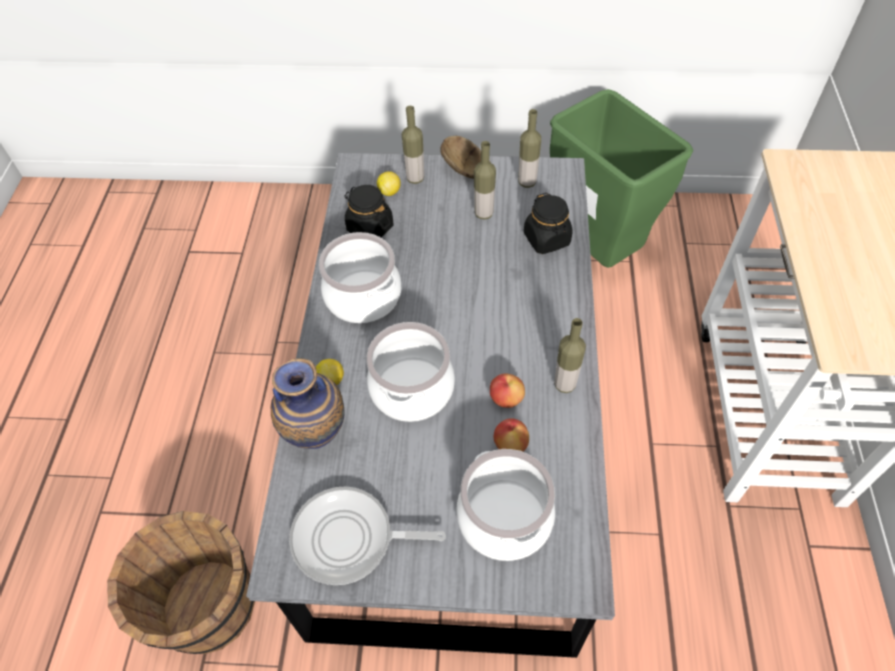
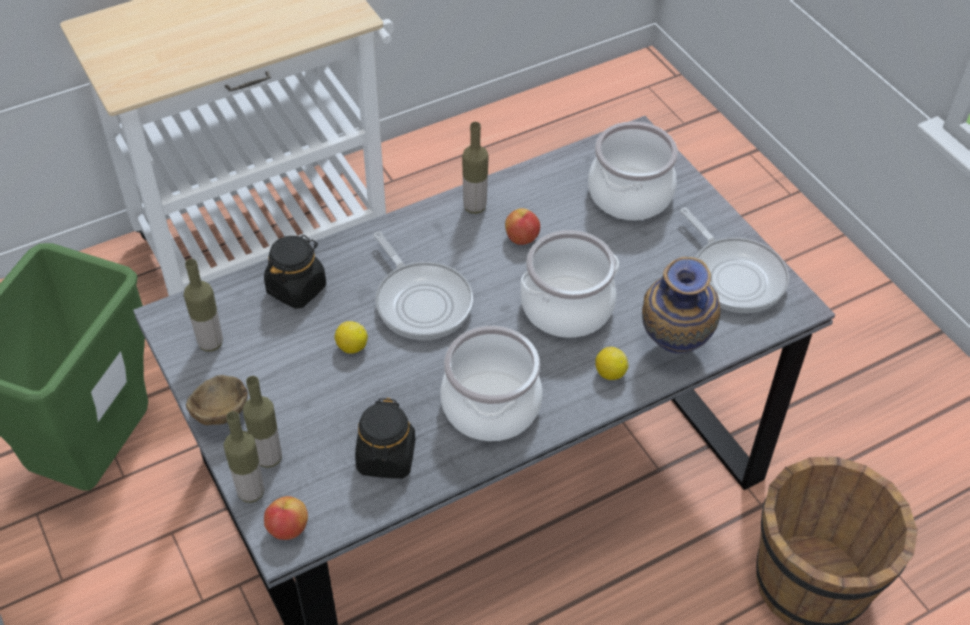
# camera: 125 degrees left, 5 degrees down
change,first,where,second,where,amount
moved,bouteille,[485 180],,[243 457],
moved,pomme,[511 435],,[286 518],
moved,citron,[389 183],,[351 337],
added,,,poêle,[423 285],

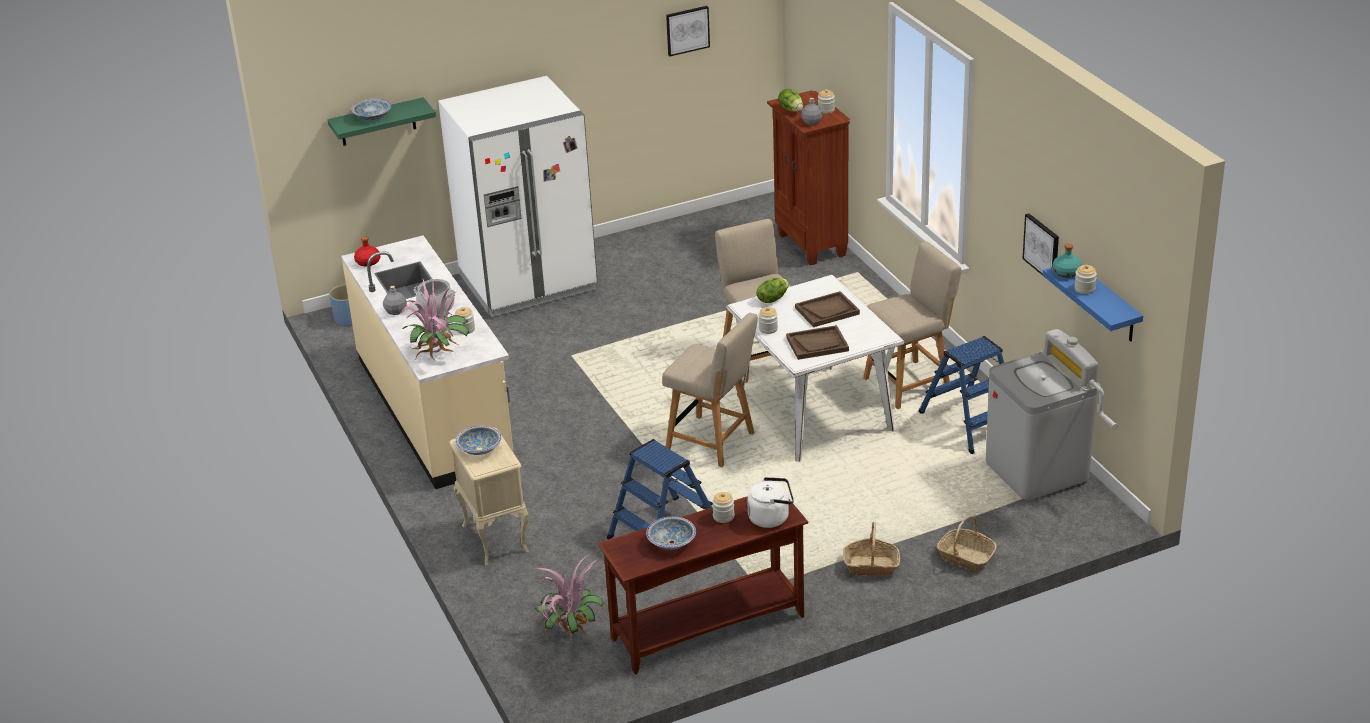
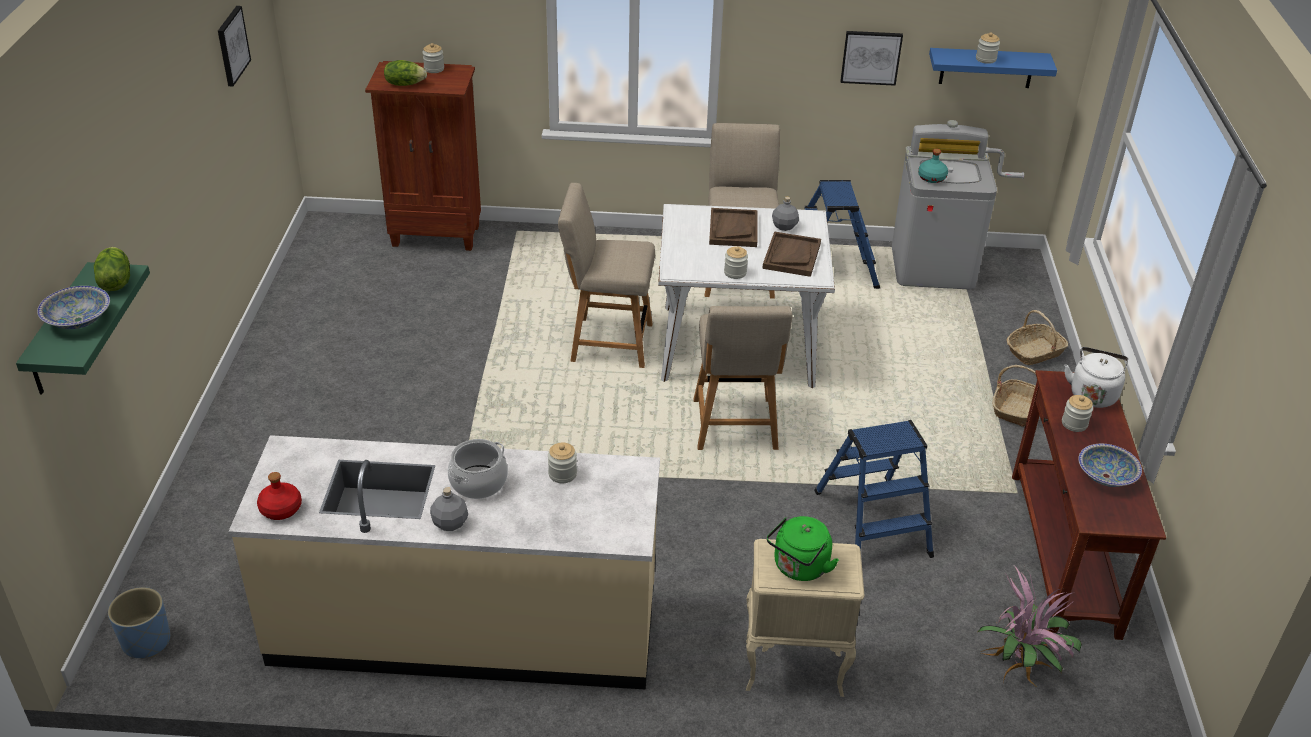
# camera: 65 degrees left, 5 degrees up
change,first,where,second,where,amount
moved,laitue,[773 290],,[112 269],
turned,chaise/beige,[710 390],,[743 378],120 degrees clockwise
replaced,bol,[478 440],bouilloire/vert,[803 548],
moved,bouteille/gris,[812 111],,[785 214],
moved,bouteille/turquoise,[1067 261],,[933 166],
removed,plante en pot,[434 319],,,
removed,réfrigérateur/blanc,[517 196],,,

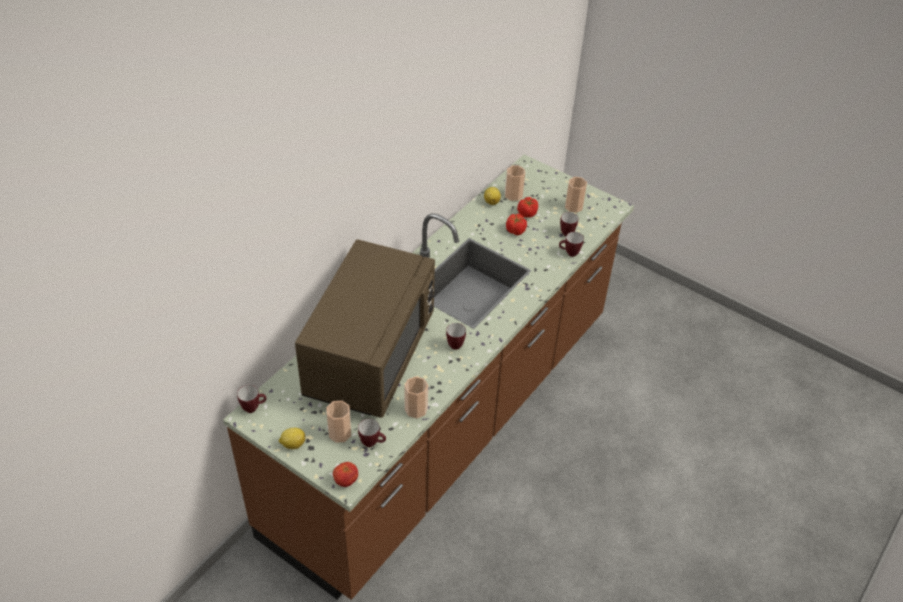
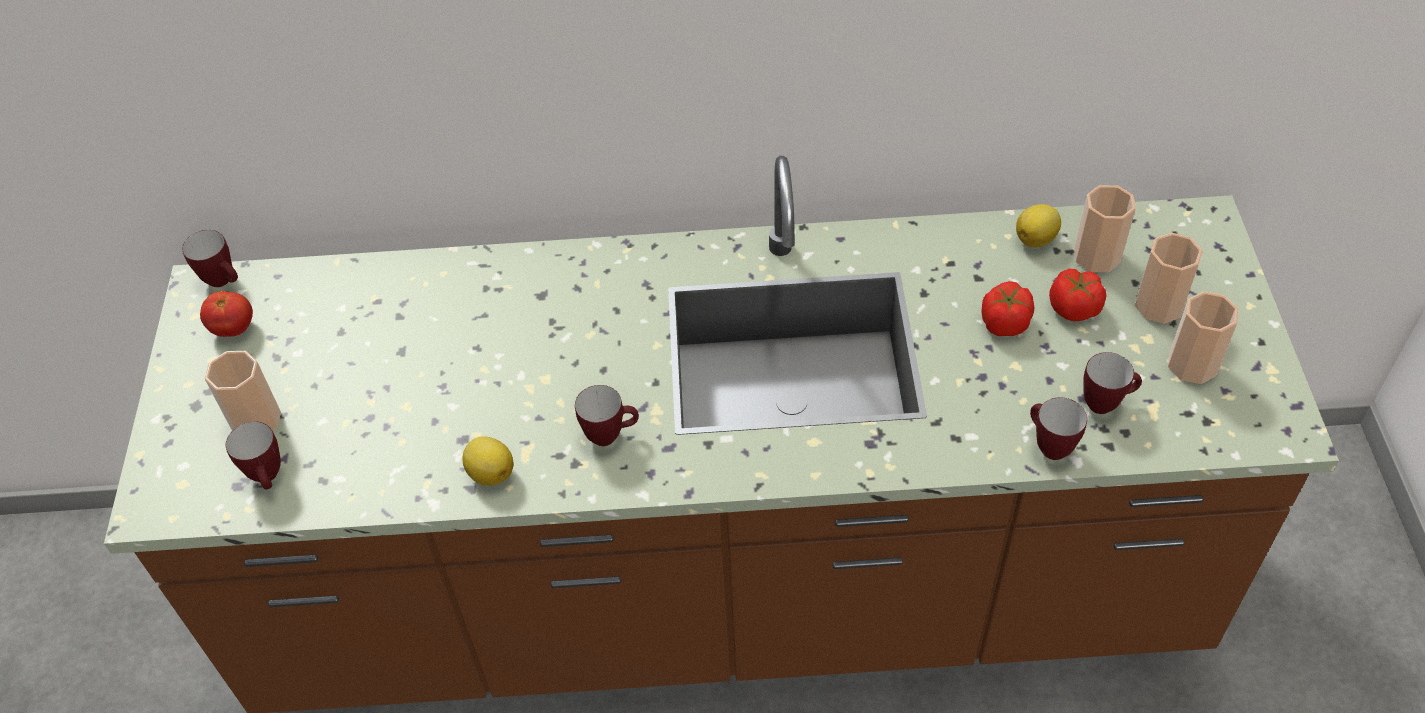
# camera: 55 degrees right, 5 degrees up
change,first,where,second,where,amount
moved,tomate,[345 474],,[226 314],
moved,citron,[292 438],,[487 461],
moved,tasse,[416 397],,[1169 278],
removed,micro-ondes/marron,[365 328],,,

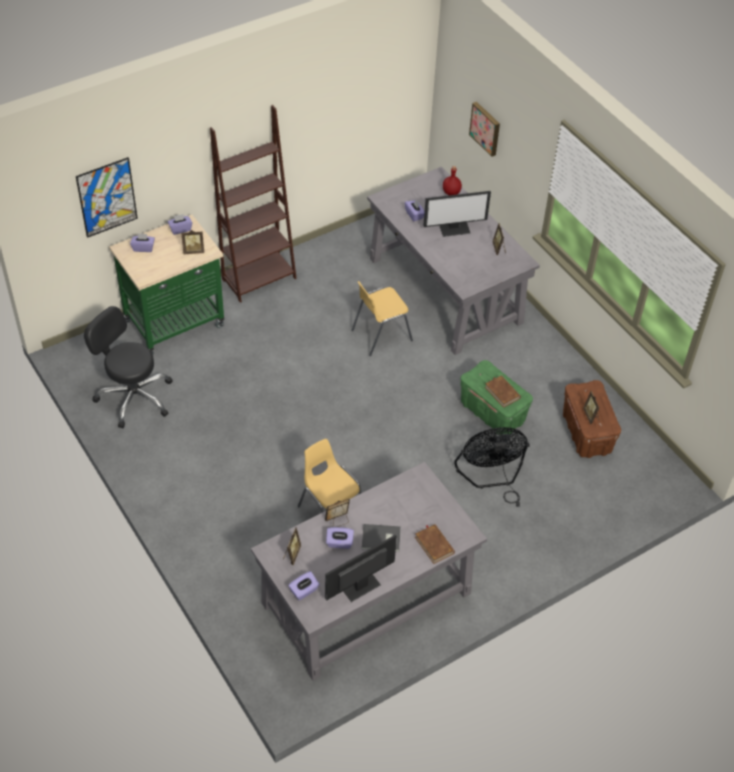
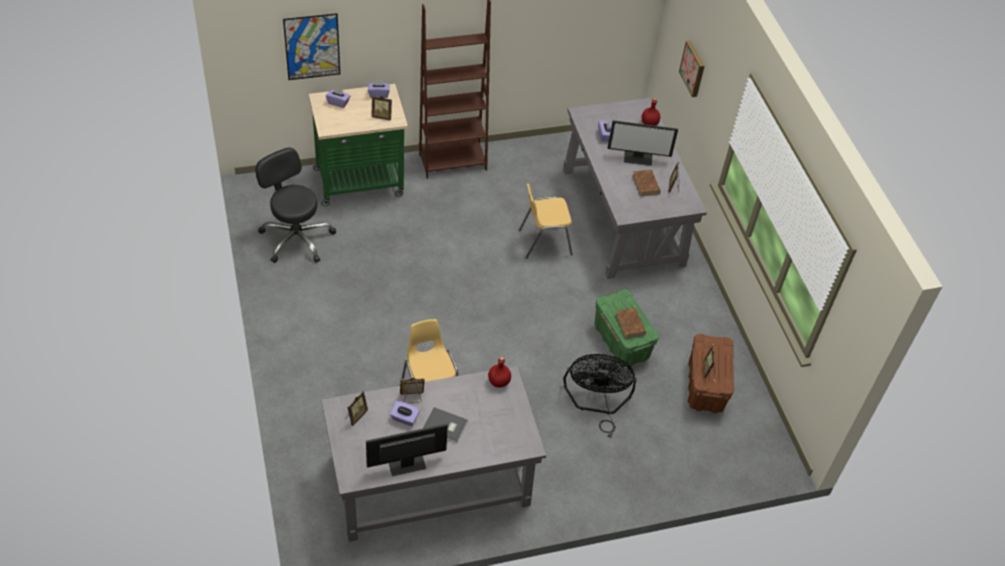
# camera: 15 degrees right, 0 degrees up
change,first,where,second,where,amount
added,,,bouteille/rouge,[499 372],
moved,livre/marron,[435 544],,[646 182],
removed,boîte à mouchoirs/violet,[304 585],,,

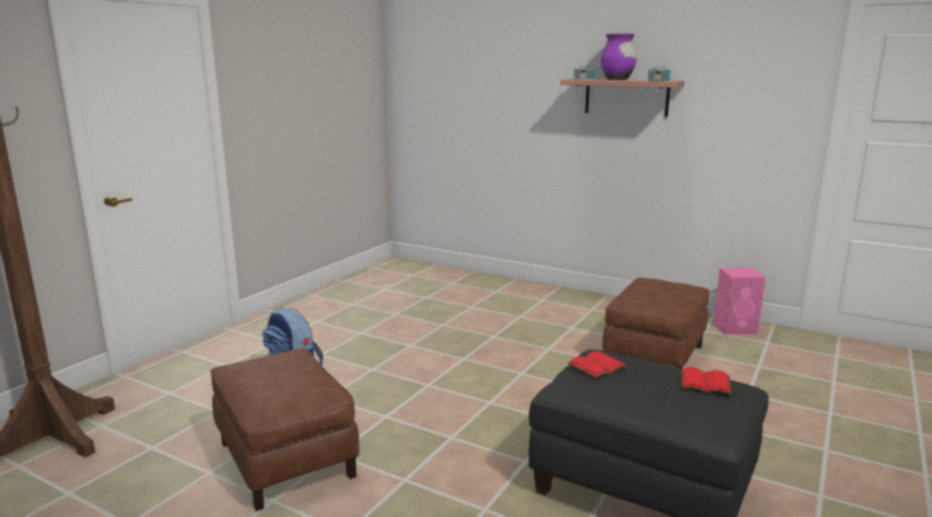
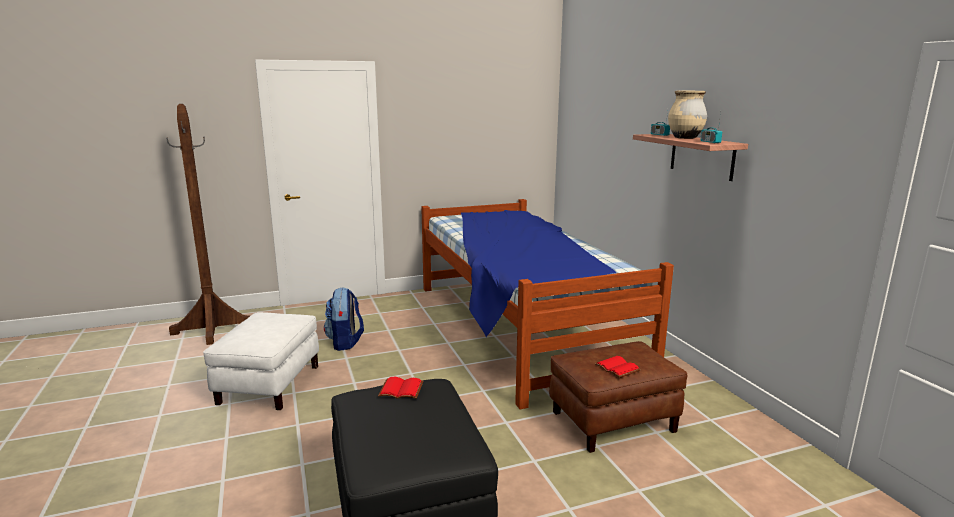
# camera: 40 degrees right, 0 degrees up
change,first,where,second,where,amount
recoloured,pouf/marron,[285 429],pouf/blanc,[261 361],
added,,,lit,[547 304],
moved,livre/rouge,[706 381],,[618 367],
recoloured,vase/violet,[619 56],vase/beige,[687 115],
removed,enceinte/rose,[739 301],,,

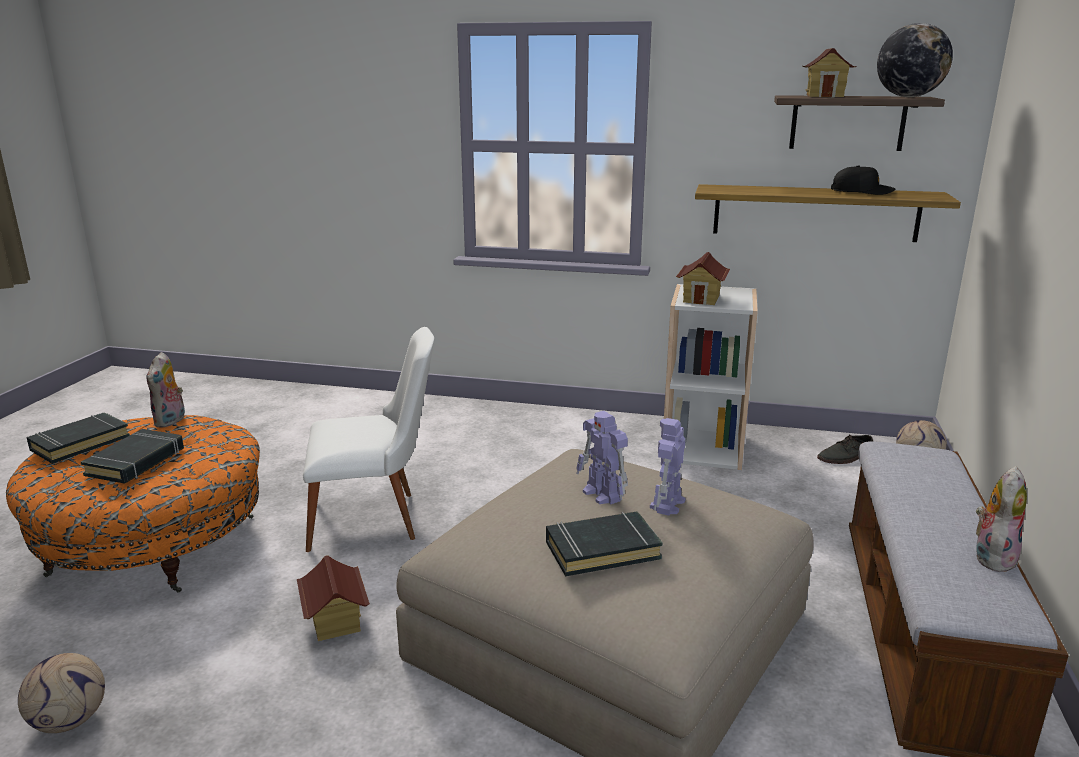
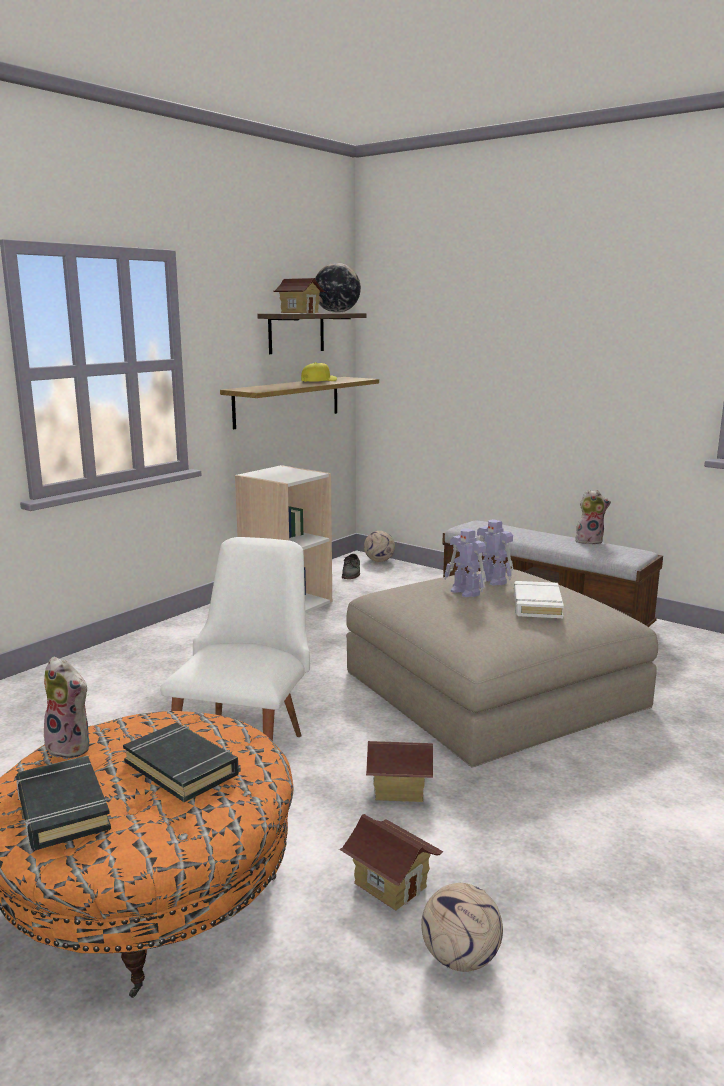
# camera: 65 degrees left, 5 degrees down
change,first,where,second,where,amount
recoloured,casquette/noir,[863 180],casquette/jaune,[319 372],
moved,maison miniature,[703 278],,[391 862],
turned,robot jouet,[602 457],,[465 562],60 degrees clockwise
recoloured,livre/noir,[604 543],livre/blanc,[538 599],
turned,peluche,[1001 519],,[593 517],120 degrees clockwise

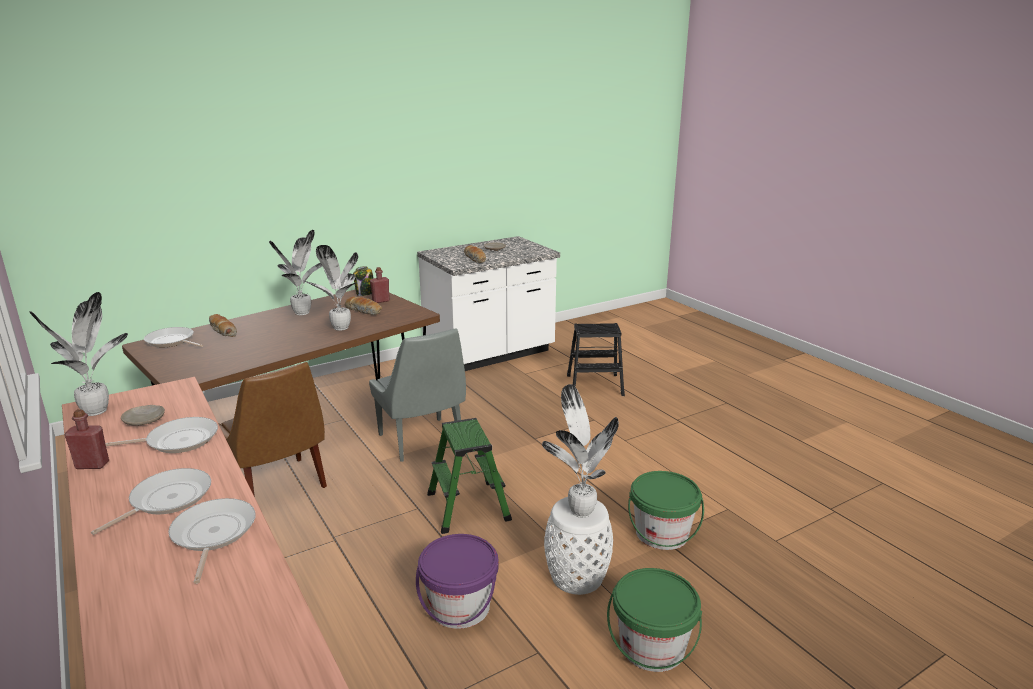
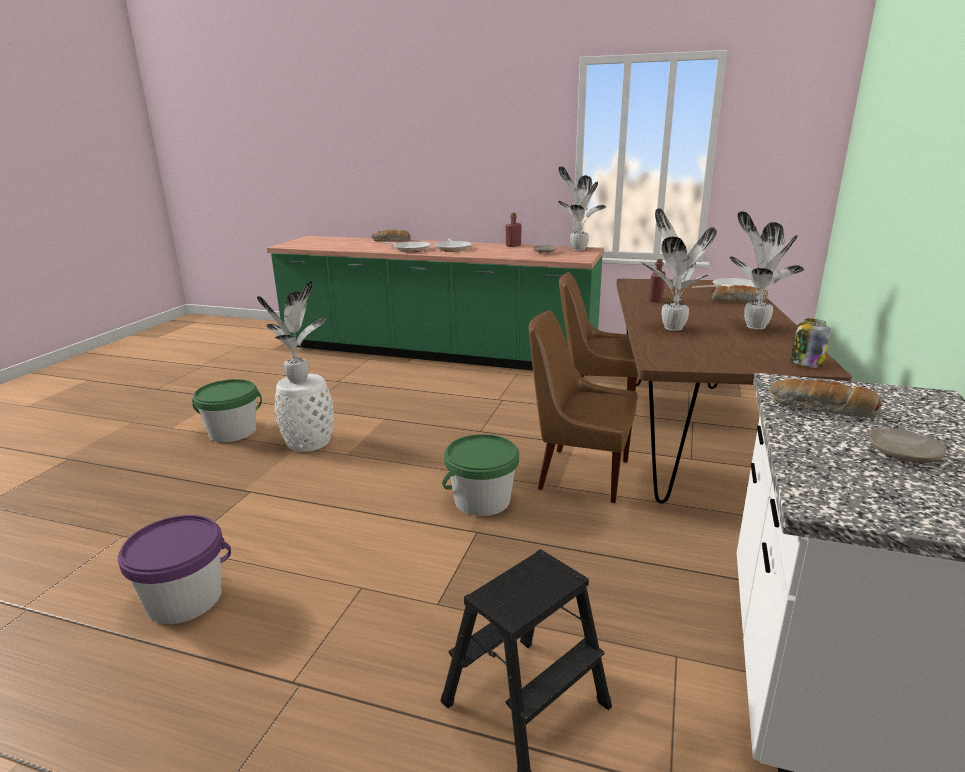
# camera: 140 degrees right, 0 degrees up
change,first,where,second,where,amount
moved,seau/violet,[457 581],,[174 569],
moved,pain,[363 305],,[391 236],
moved,seau/vert,[666 510],,[480 475],
recoloured,chaise/gris,[417 395],chaise/marron,[583 406],
moved,bouteille/rouge,[380 285],,[657 280],
removed,poêle,[162 435],,,
removed,escabeau/vert,[469 476],,,

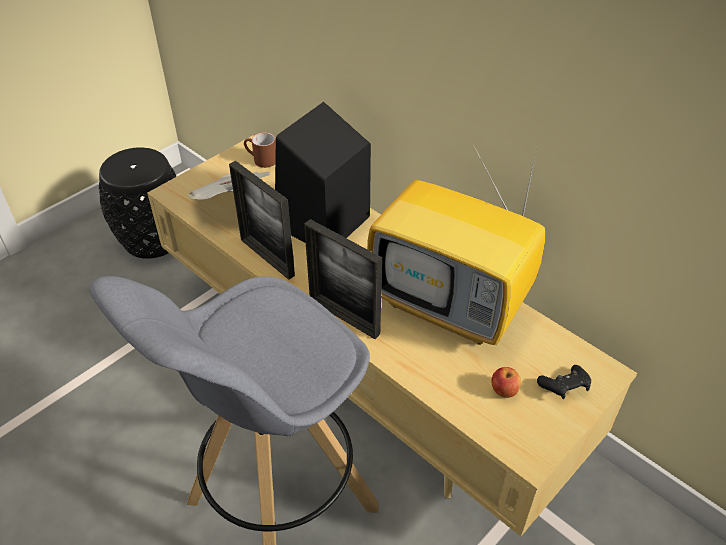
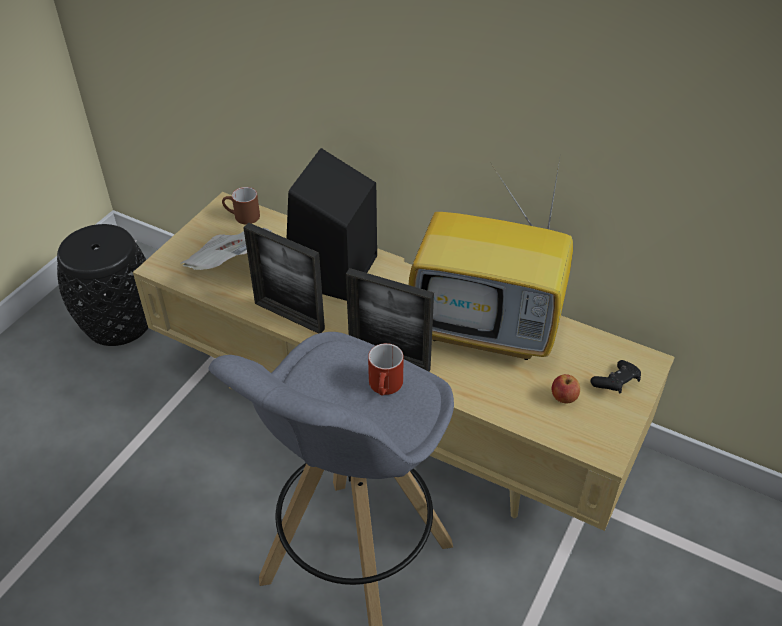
# camera: 15 degrees left, 0 degrees up
change,first,where,second,where,amount
added,,,mug/rouge,[386 369],

